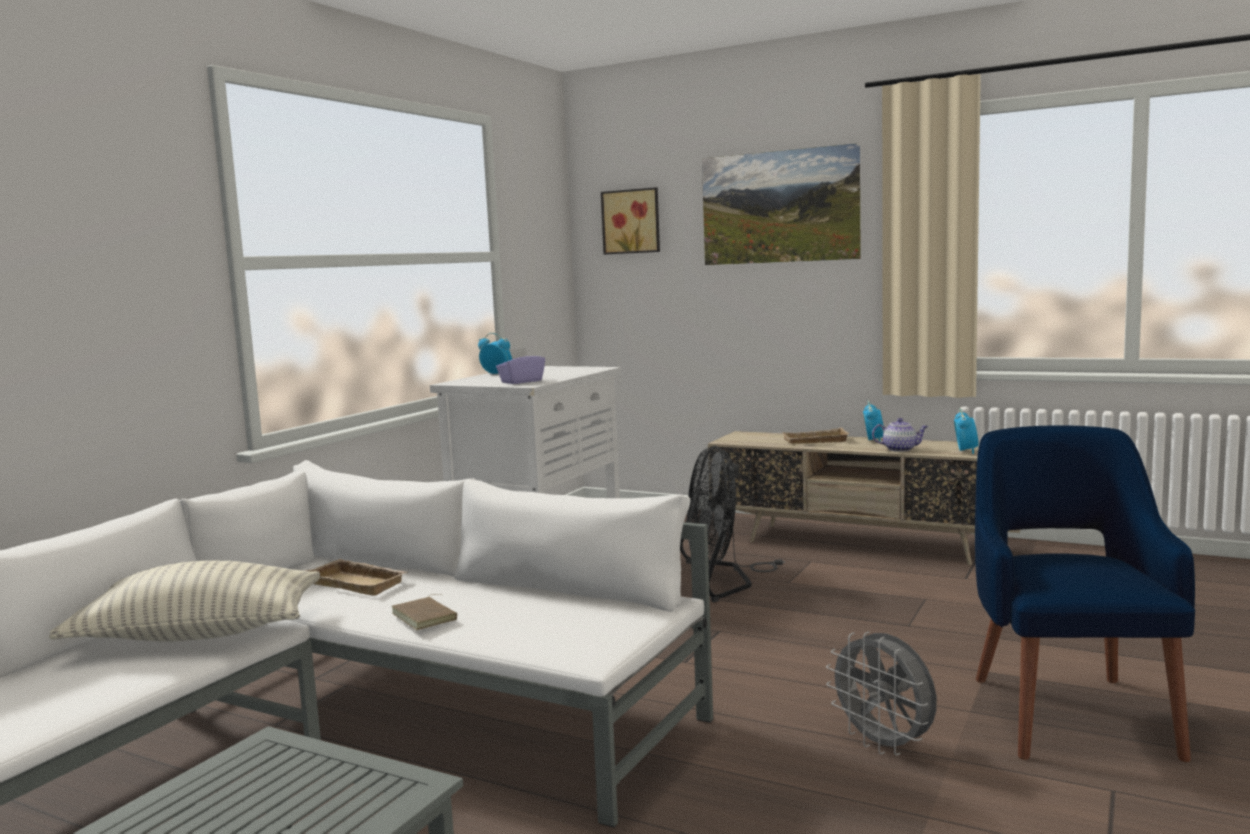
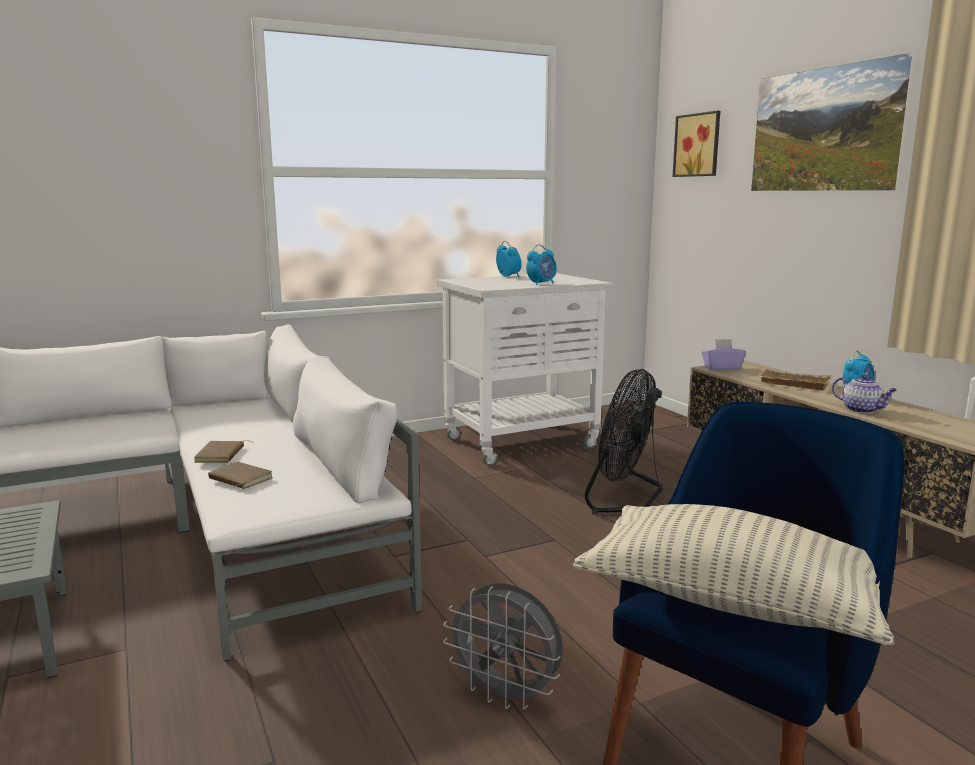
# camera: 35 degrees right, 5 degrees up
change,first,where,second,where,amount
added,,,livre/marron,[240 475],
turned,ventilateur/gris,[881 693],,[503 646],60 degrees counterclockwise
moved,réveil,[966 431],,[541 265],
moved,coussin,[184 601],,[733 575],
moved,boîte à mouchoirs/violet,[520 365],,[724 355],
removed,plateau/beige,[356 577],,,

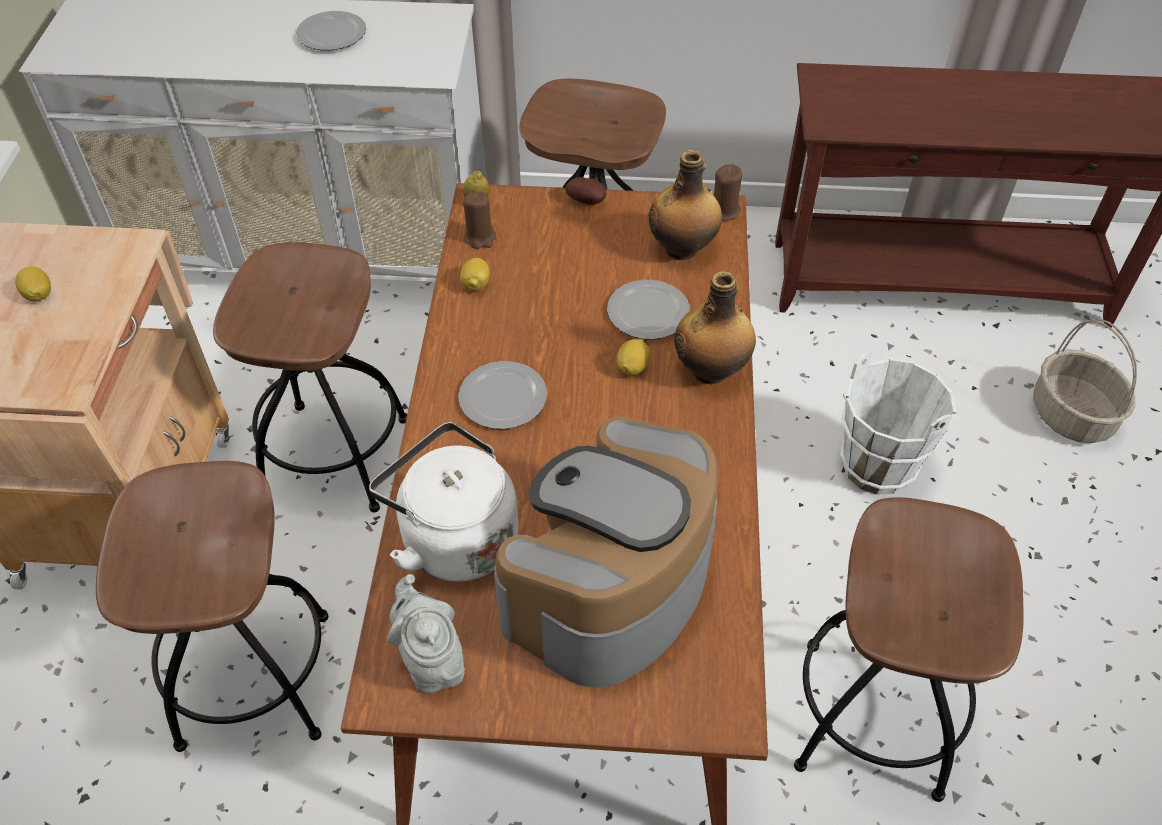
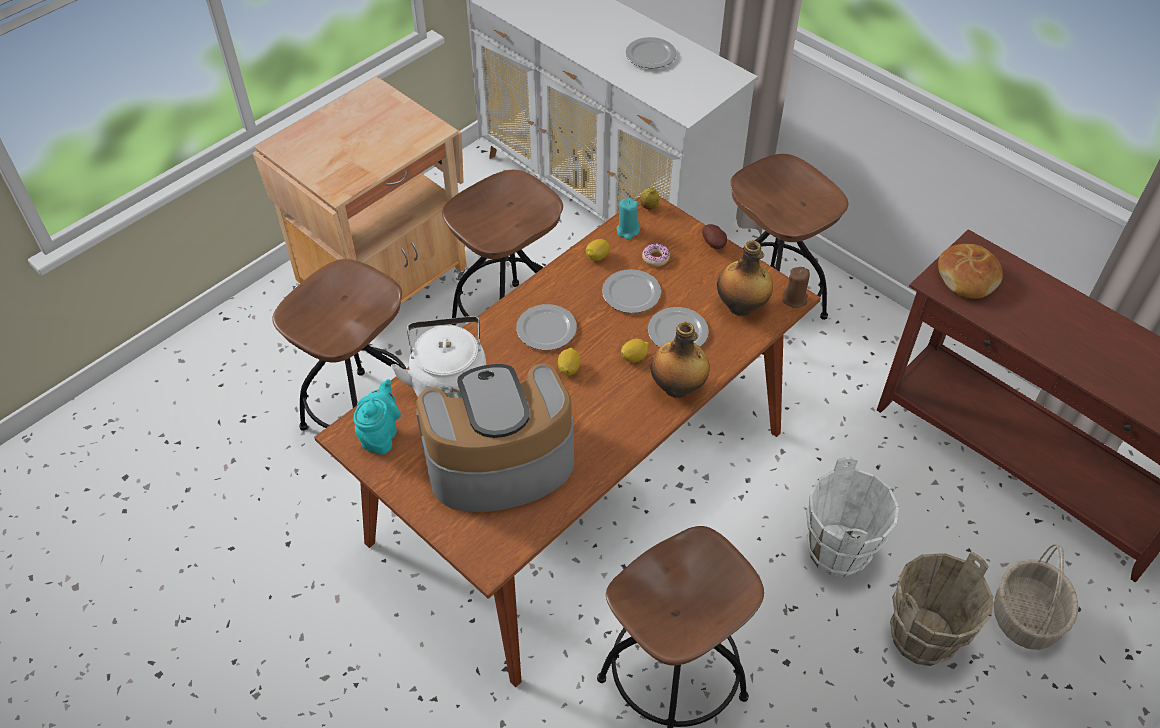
# camera: 40 degrees right, 0 degrees up
change,first,where,second,where,amount
recoloured,théière/gris,[426 633],théière/turquoise,[377 417],
moved,citron,[33 284],,[569 361],
added,,,assiette,[631 291],
recoloured,bougie/marron,[479 220],bougie/turquoise,[628 219],
added,,,beignet,[656 255],
added,,,seau/marron,[941 609],
added,,,pain,[970 271],

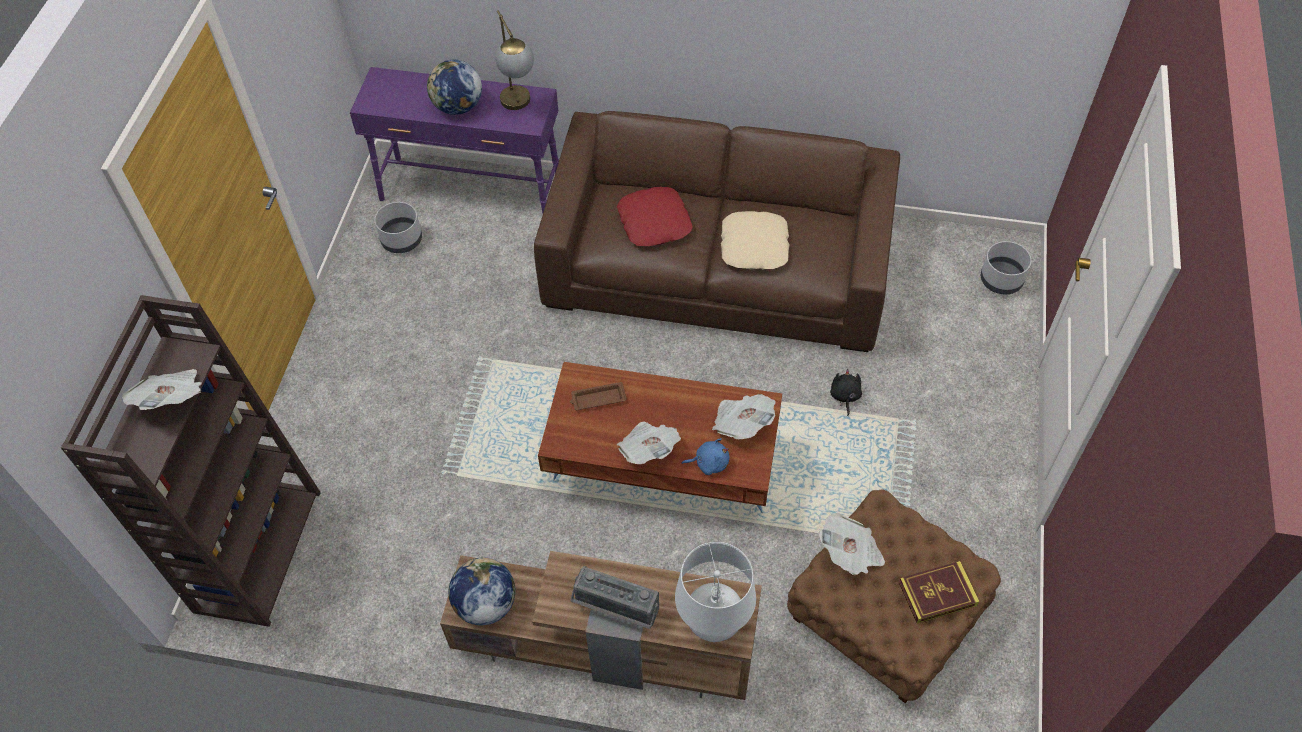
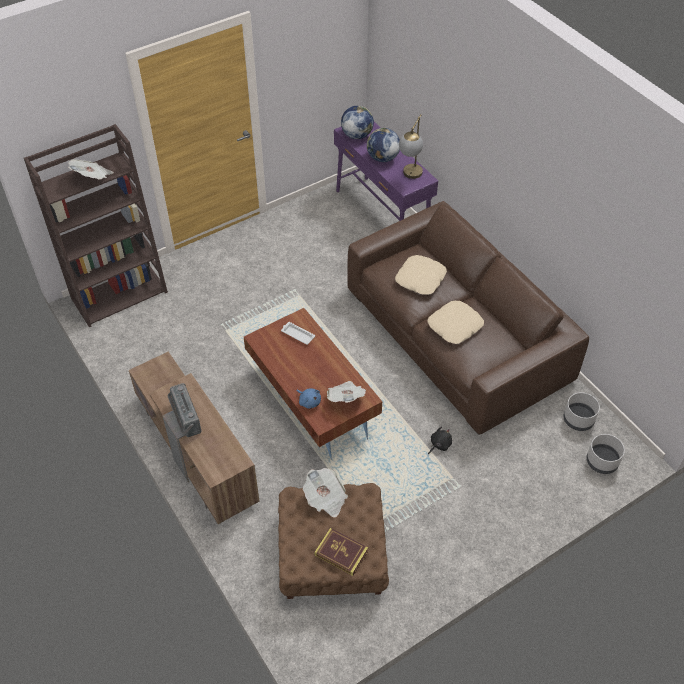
# camera: 45 degrees right, 5 degrees down
change,first,where,second,where,amount
recoloured,plateau/marron,[598 396],plateau/blanc,[298 333],
moved,globe,[482 591],,[357 122],
recoloured,coussin/rouge,[655 216],coussin/beige,[421 274],
moved,cache-pot/gris,[398 227],,[582 411],
removed,journal,[649 442],,,
removed,lampe de table/blanc,[715 592],,,

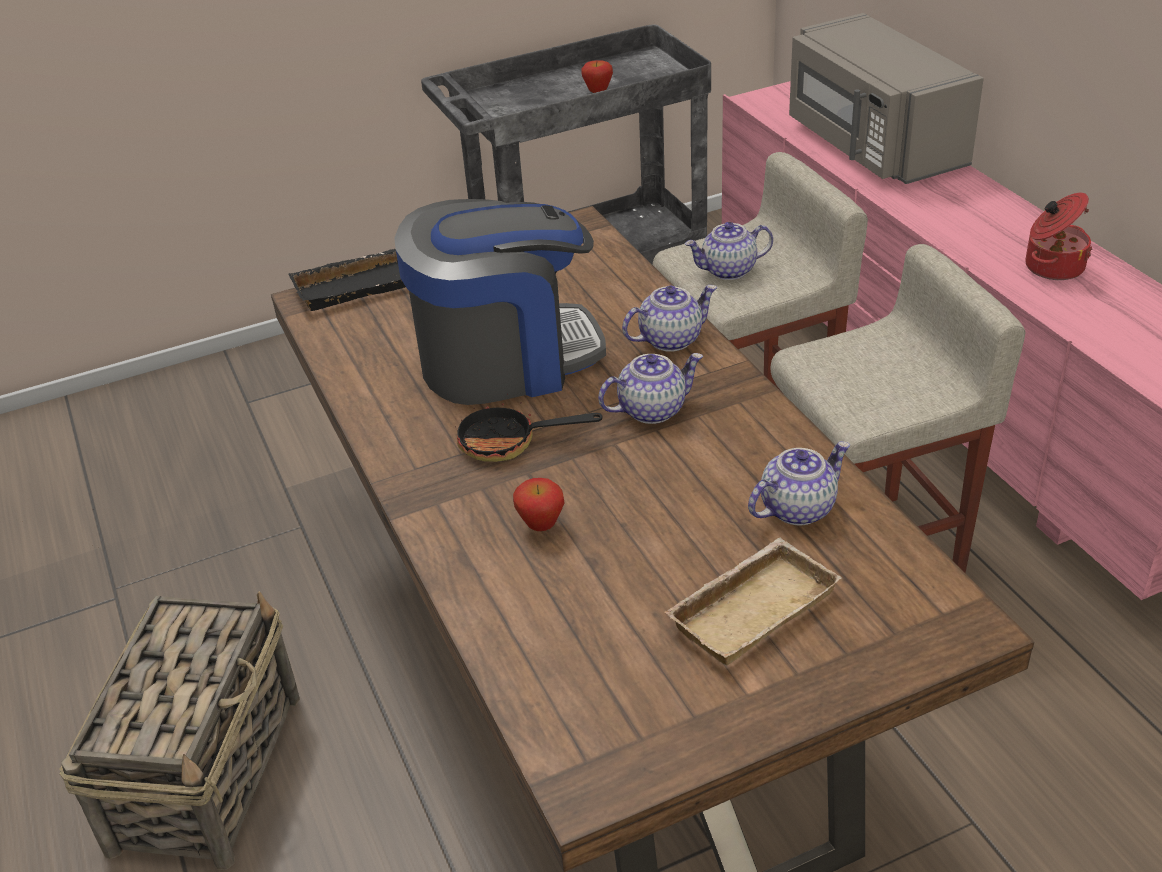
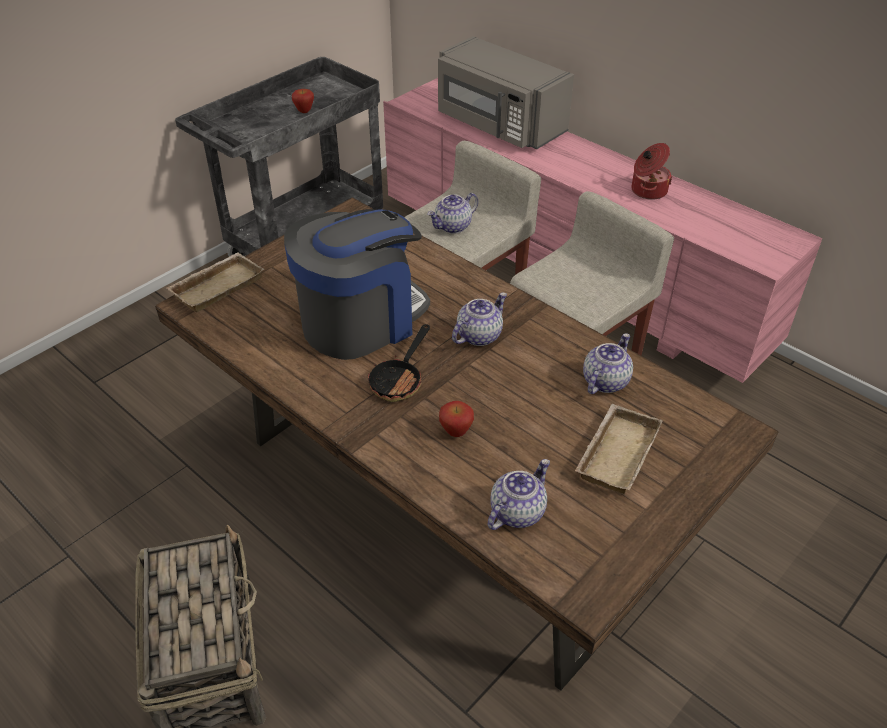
# camera: 25 degrees left, 5 degrees up
change,first,where,second,where,amount
recoloured,plateau/noir,[347 280],plateau/beige,[215 282],
turned,poêle,[528 432],,[399 363],45 degrees counterclockwise
moved,théière,[670 318],,[519 494],

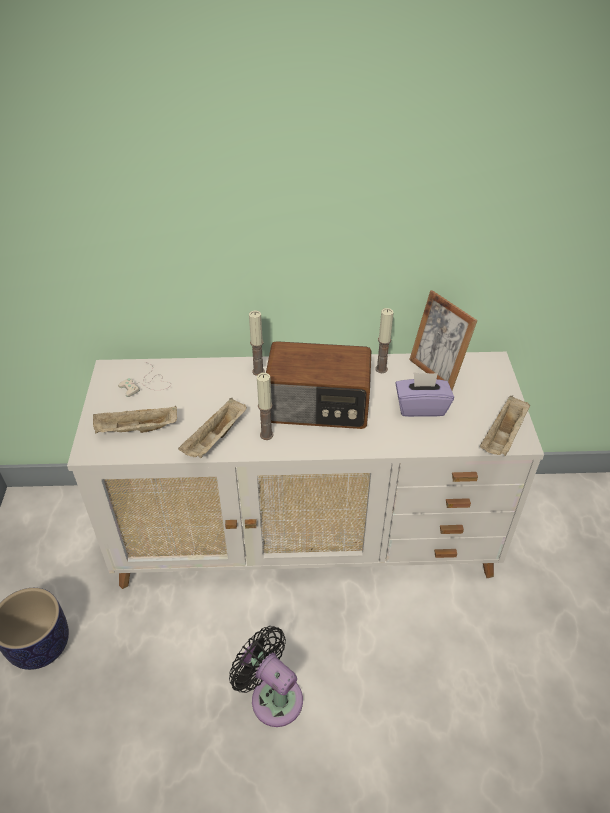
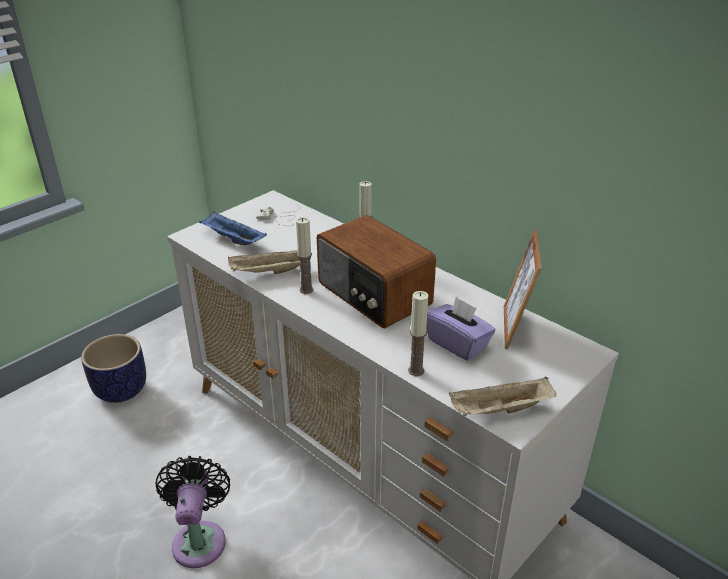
# camera: 45 degrees right, 10 degrees down
change,first,where,second,where,amount
recoloured,plateau/beige,[135 419],plateau/bleu,[233 228],
moved,bougie,[384 340],,[418 333],

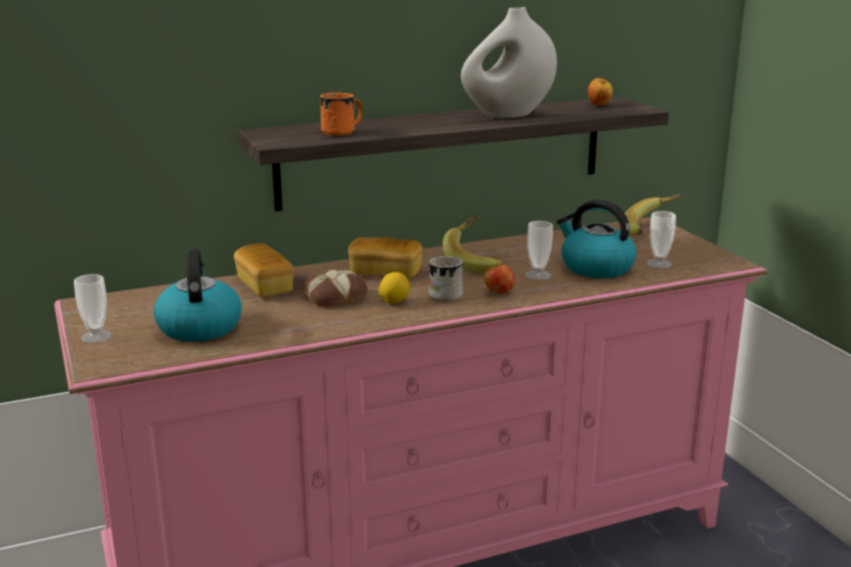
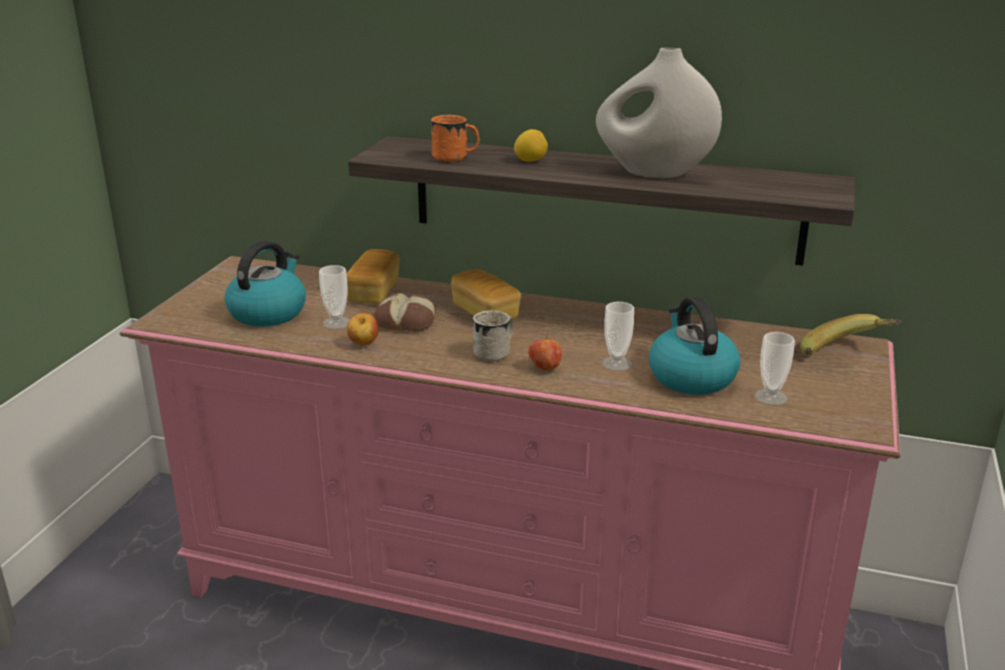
# camera: 40 degrees right, 5 degrees up
change,first,where,second,where,amount
moved,tasse,[93 308],,[334 297],
moved,pomme,[600 92],,[362 329],
moved,citron,[394 288],,[531 145],
removed,banane,[473 244],,,

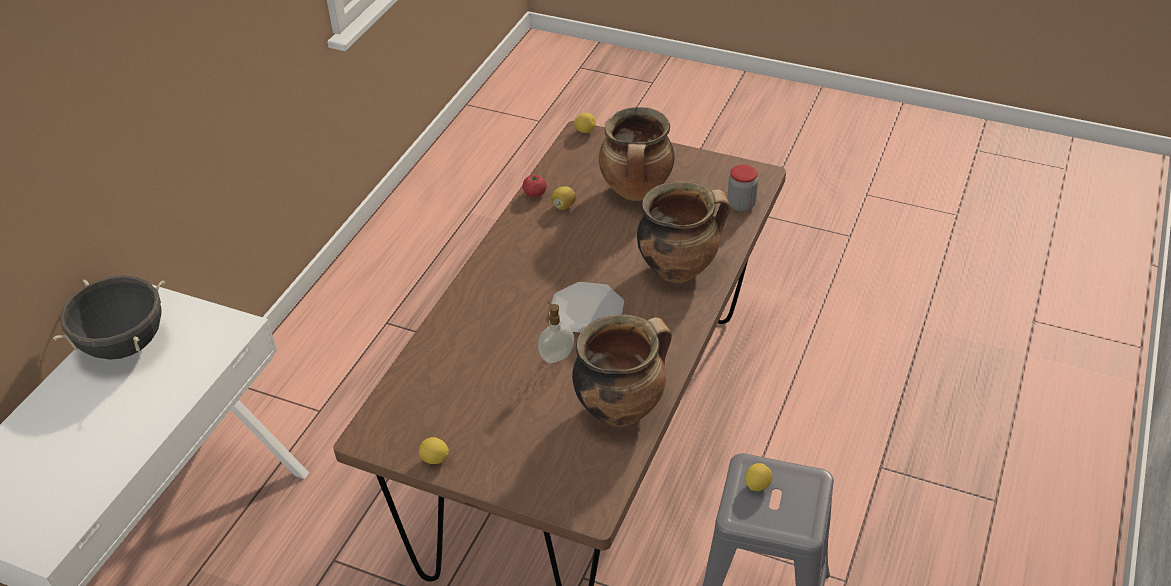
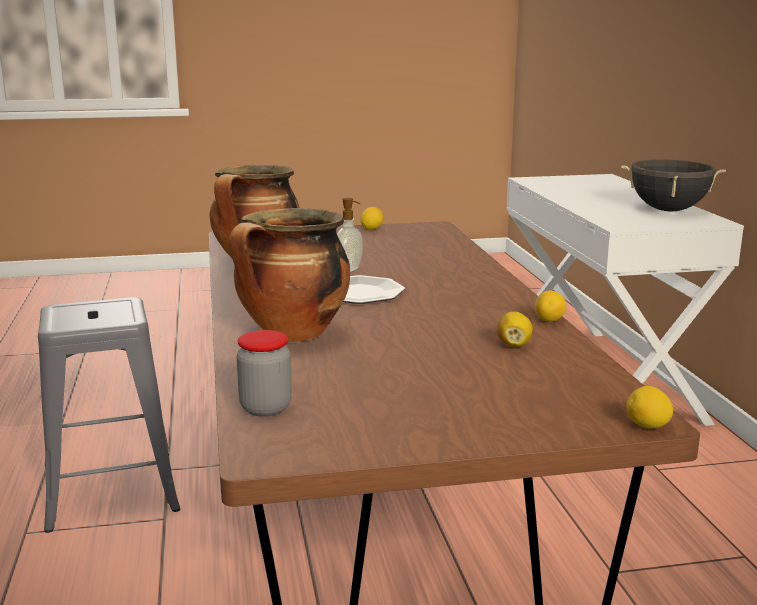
# camera: 145 degrees right, 25 degrees down
change,first,where,second,where,amount
moved,citron,[758 477],,[550 306],
removed,tomate,[534 186],,,
removed,marmite,[636 154],,,

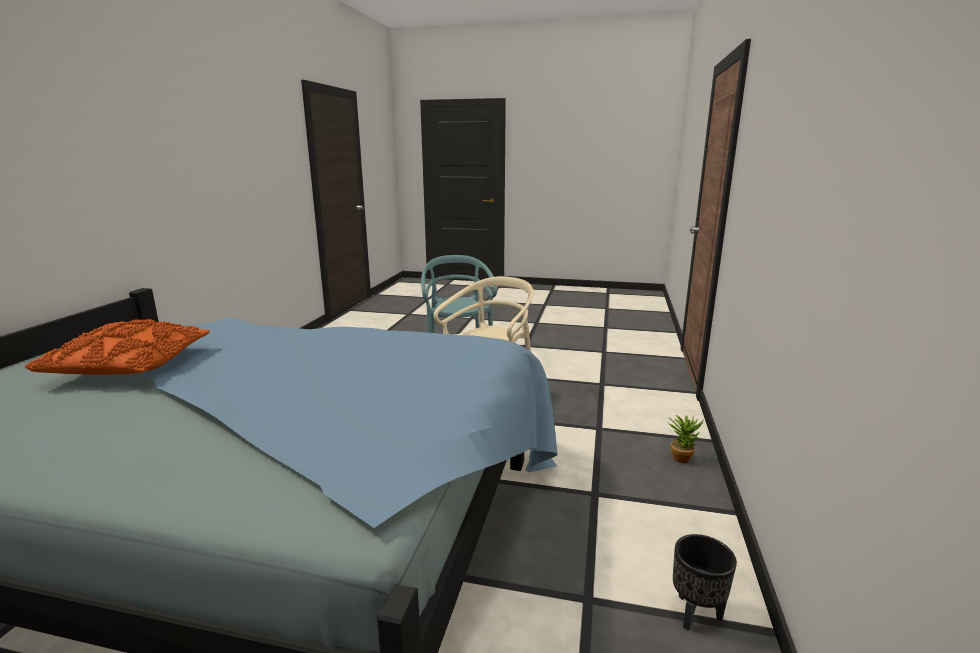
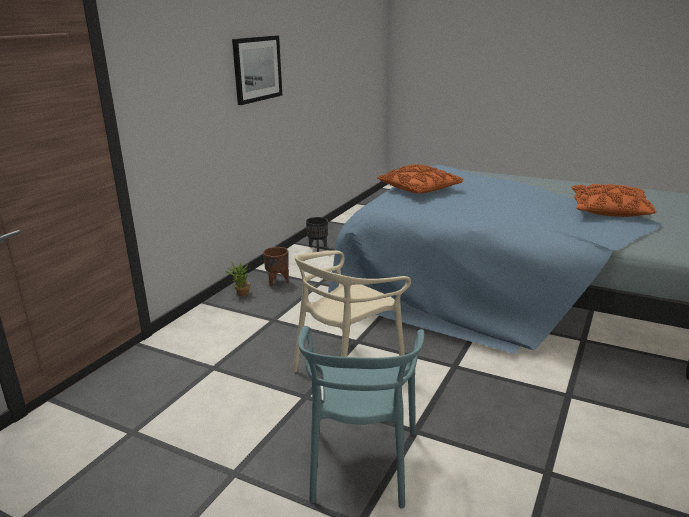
# camera: 165 degrees left, 5 degrees up
change,first,where,second,where,amount
added,,,tableau,[257 70],
added,,,cache-pot/marron,[276 267],
added,,,coussin/orange,[420 179],

